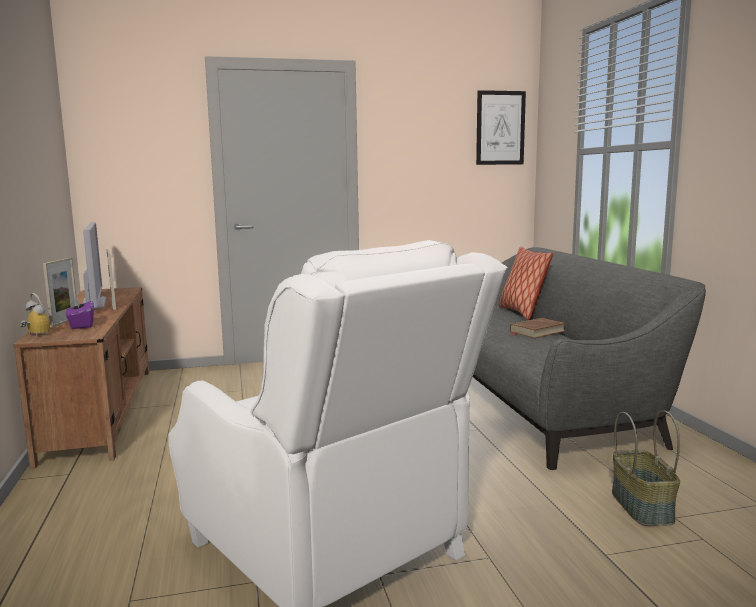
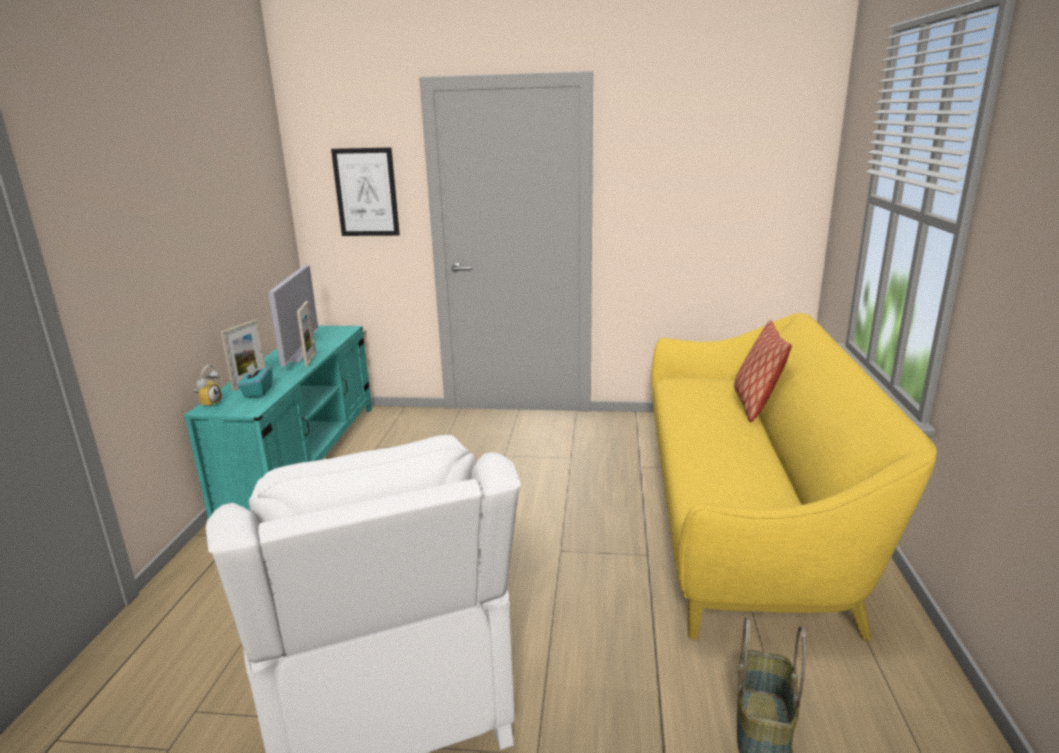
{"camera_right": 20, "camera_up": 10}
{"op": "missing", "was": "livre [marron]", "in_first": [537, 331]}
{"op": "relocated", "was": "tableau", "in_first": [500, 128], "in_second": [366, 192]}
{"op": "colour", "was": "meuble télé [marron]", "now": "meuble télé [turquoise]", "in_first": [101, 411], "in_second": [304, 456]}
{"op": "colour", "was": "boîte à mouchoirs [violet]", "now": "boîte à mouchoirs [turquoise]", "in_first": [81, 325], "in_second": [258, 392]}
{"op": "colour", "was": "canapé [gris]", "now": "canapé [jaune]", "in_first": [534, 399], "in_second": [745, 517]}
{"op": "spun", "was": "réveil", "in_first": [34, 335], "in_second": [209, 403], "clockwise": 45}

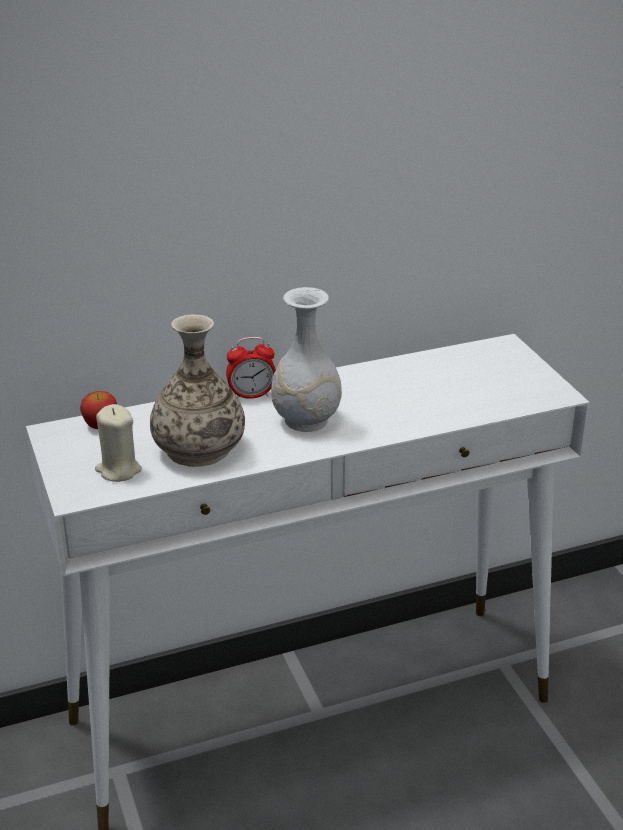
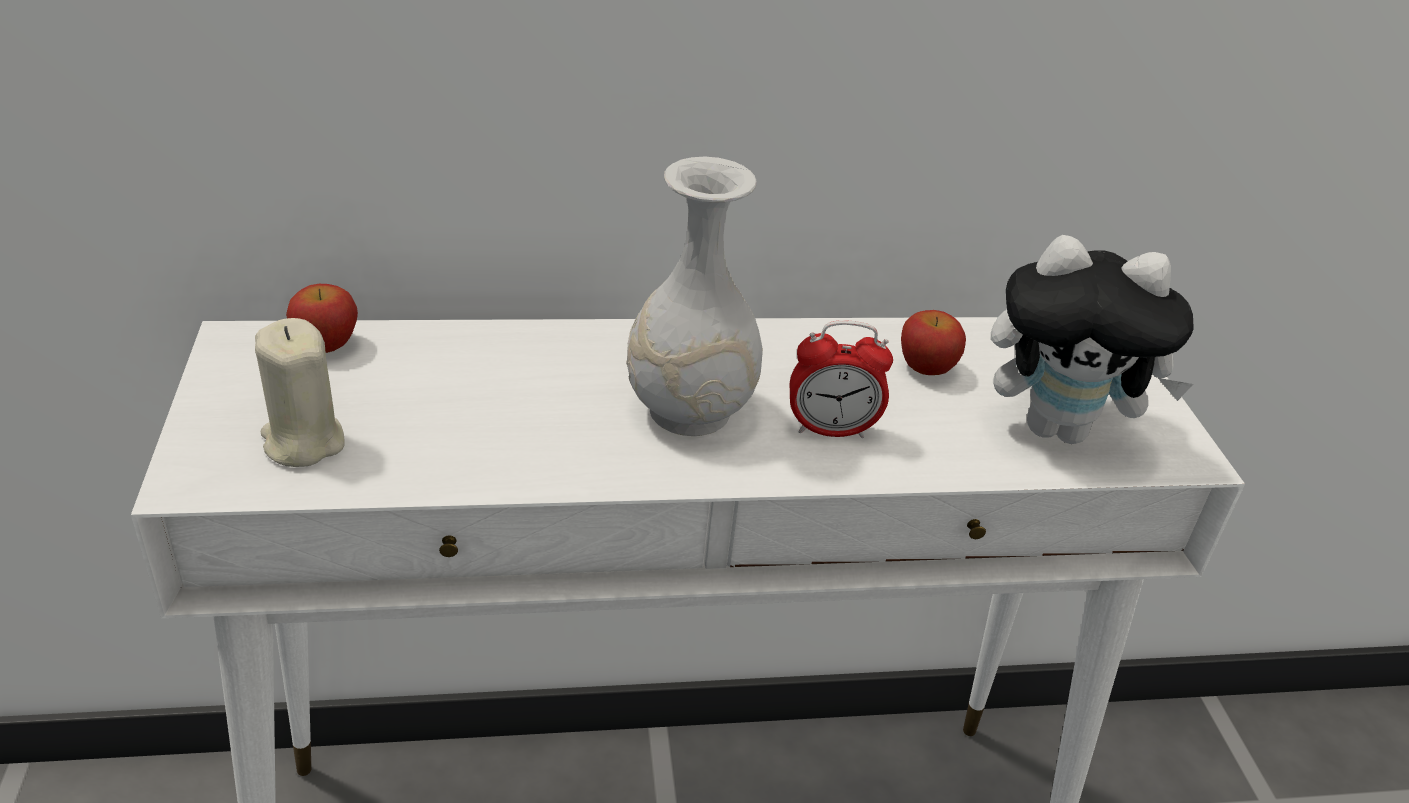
{"camera_right": 10, "camera_up": 5}
{"op": "missing", "was": "vase", "in_first": [199, 449]}
{"op": "appeared", "now": "pomme", "in_second": [926, 368]}
{"op": "appeared", "now": "peluche", "in_second": [1059, 428]}
{"op": "relocated", "was": "réveil", "in_first": [251, 395], "in_second": [831, 429]}

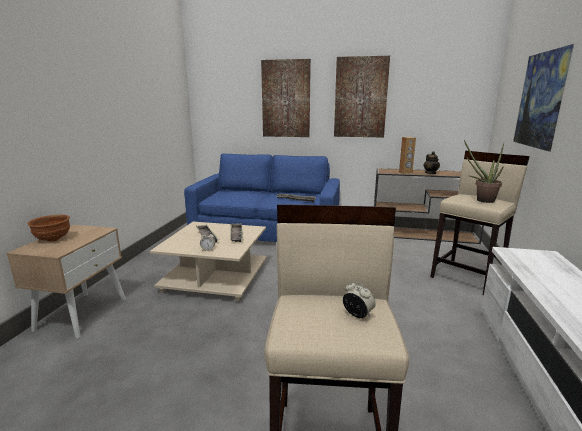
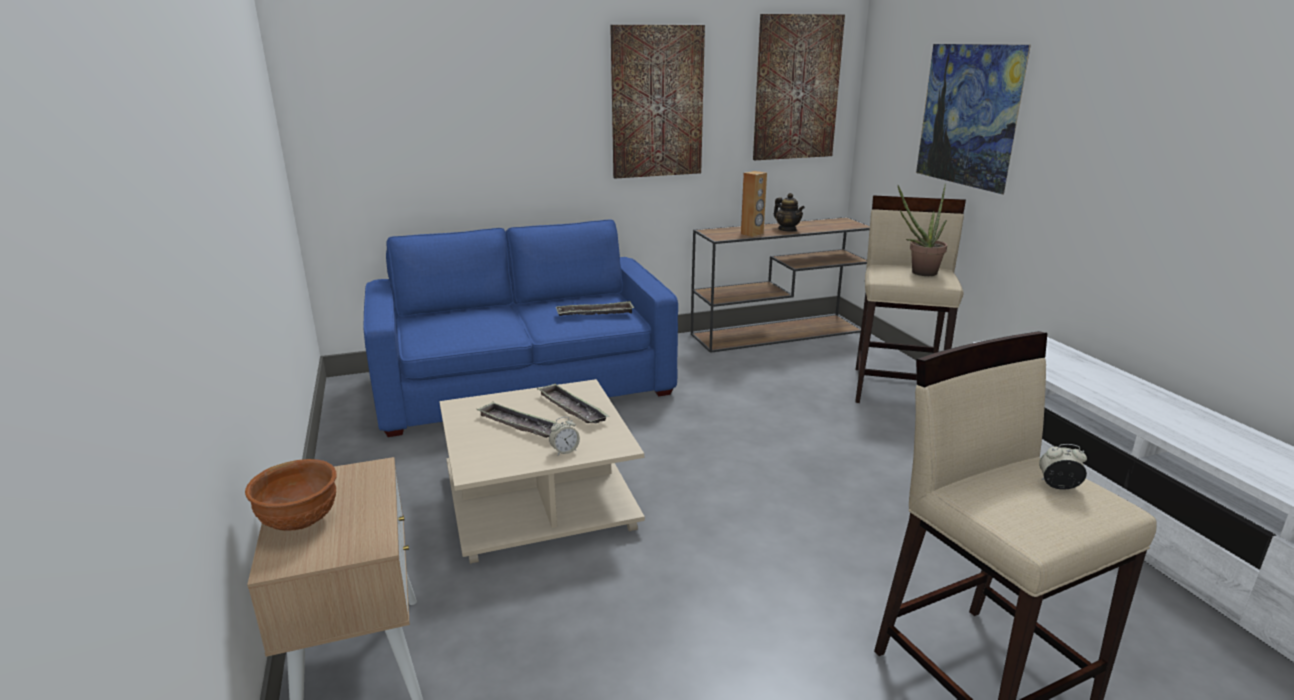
{"camera_right": -30, "camera_up": 5}
{"op": "relocated", "was": "tableau", "in_first": [286, 99], "in_second": [796, 88]}

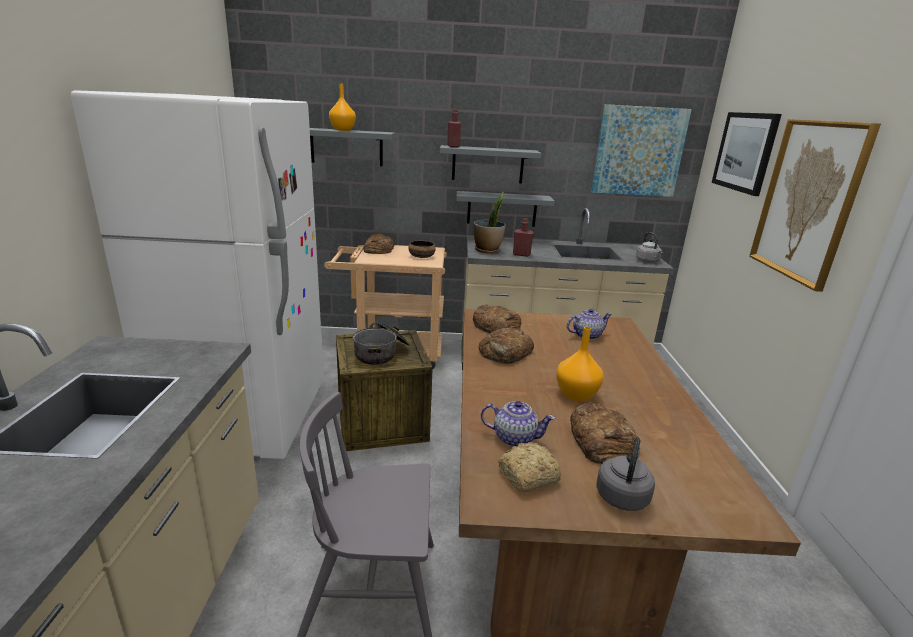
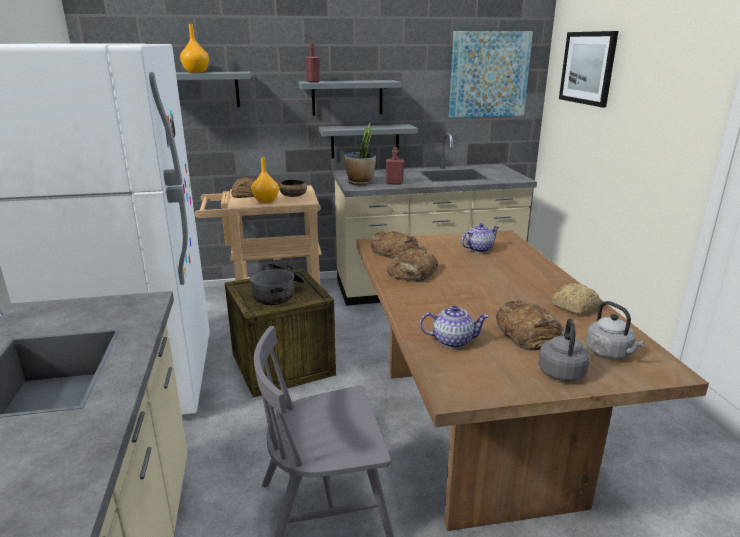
{"camera_right": -10, "camera_up": 0}
{"op": "missing", "was": "tableau", "in_first": [808, 201]}
{"op": "relocated", "was": "pain", "in_first": [526, 476], "in_second": [574, 307]}
{"op": "relocated", "was": "vase [orange]", "in_first": [575, 395], "in_second": [265, 201]}
{"op": "relocated", "was": "bouilloire [gris]", "in_first": [648, 261], "in_second": [610, 353]}

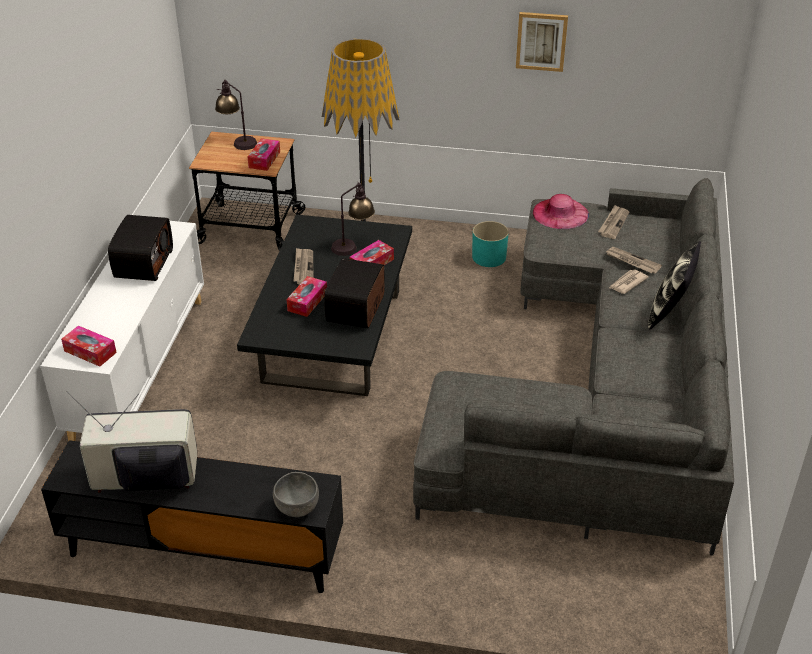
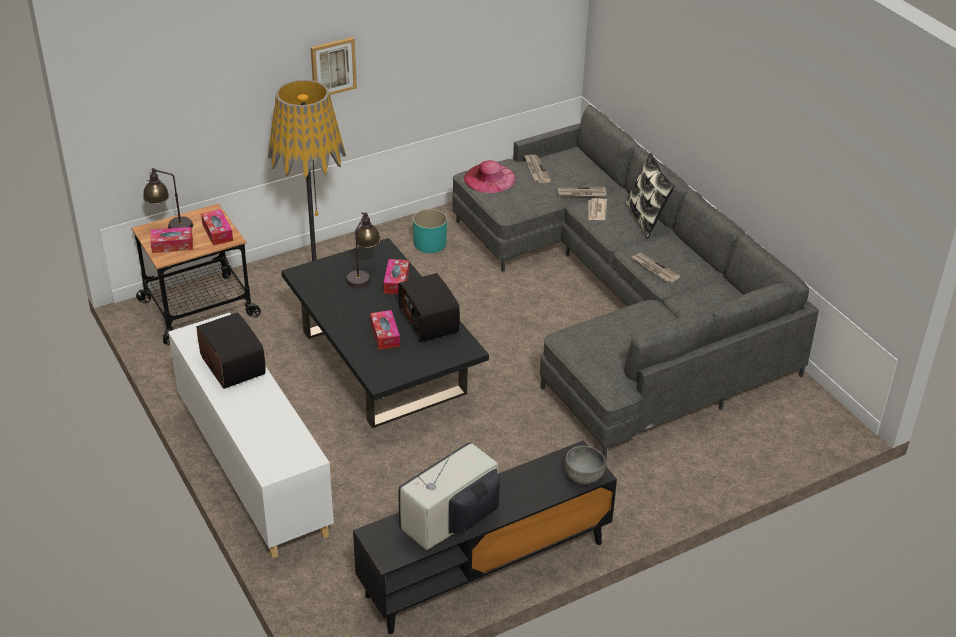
{"camera_right": -40, "camera_up": 0}
{"op": "relocated", "was": "boîte à mouchoirs", "in_first": [90, 352], "in_second": [172, 245]}
{"op": "relocated", "was": "journal", "in_first": [303, 267], "in_second": [654, 269]}
{"op": "relocated", "was": "tableau", "in_first": [541, 41], "in_second": [333, 67]}

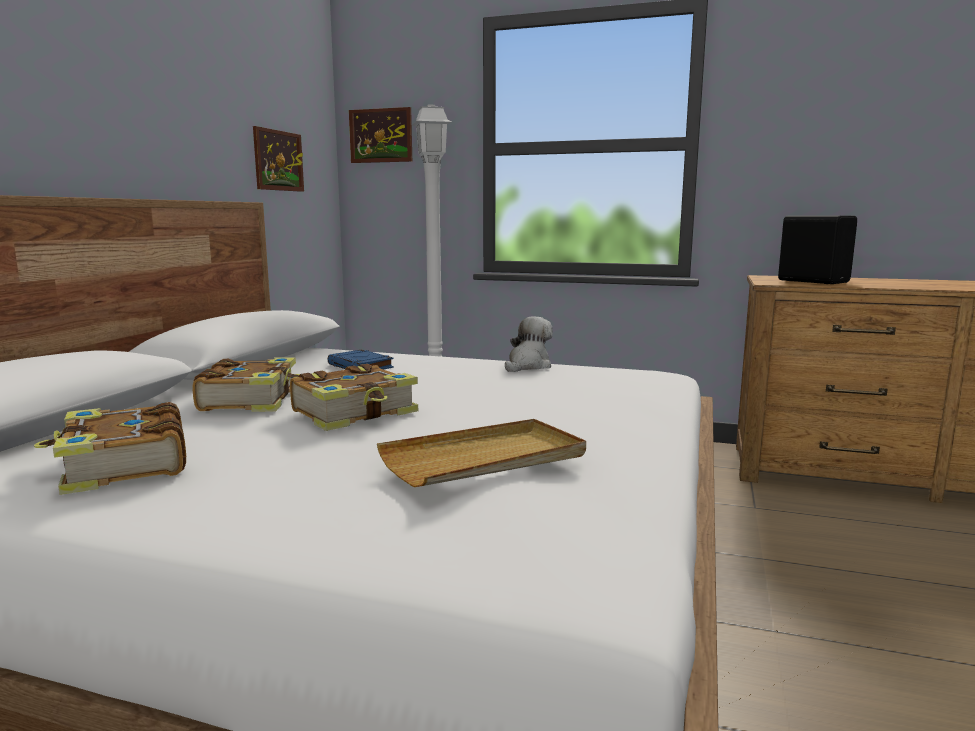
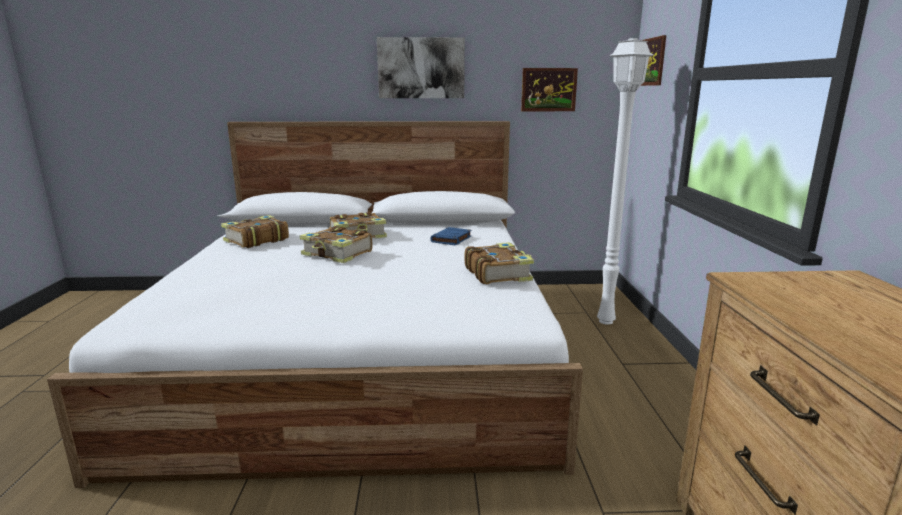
{"camera_right": 70, "camera_up": 5}
{"op": "missing", "was": "plateau [beige]", "in_first": [485, 459]}
{"op": "missing", "was": "enceinte [noir]", "in_first": [813, 281]}
{"op": "appeared", "now": "tableau", "in_second": [421, 68]}
{"op": "exchanged", "was": "peluche", "now": "livre", "in_first": [528, 366], "in_second": [498, 273]}

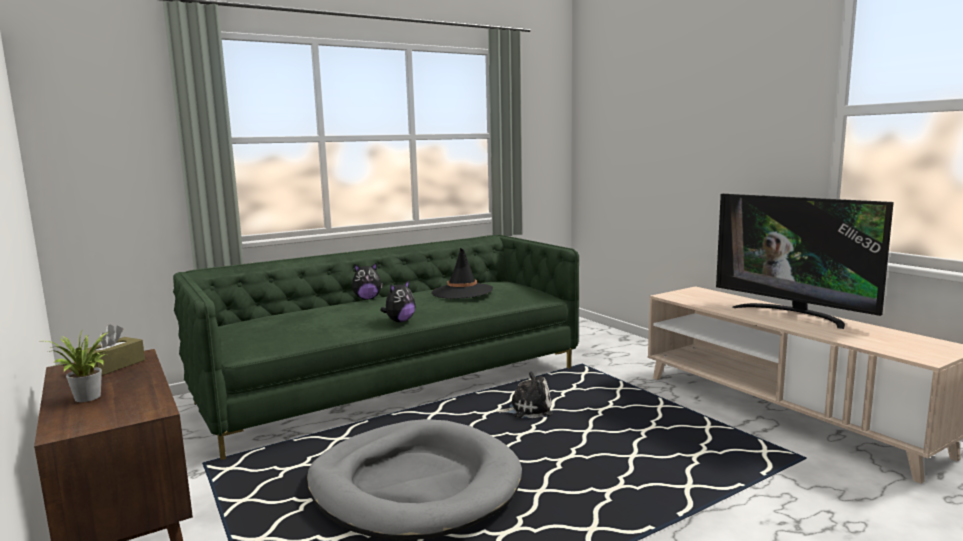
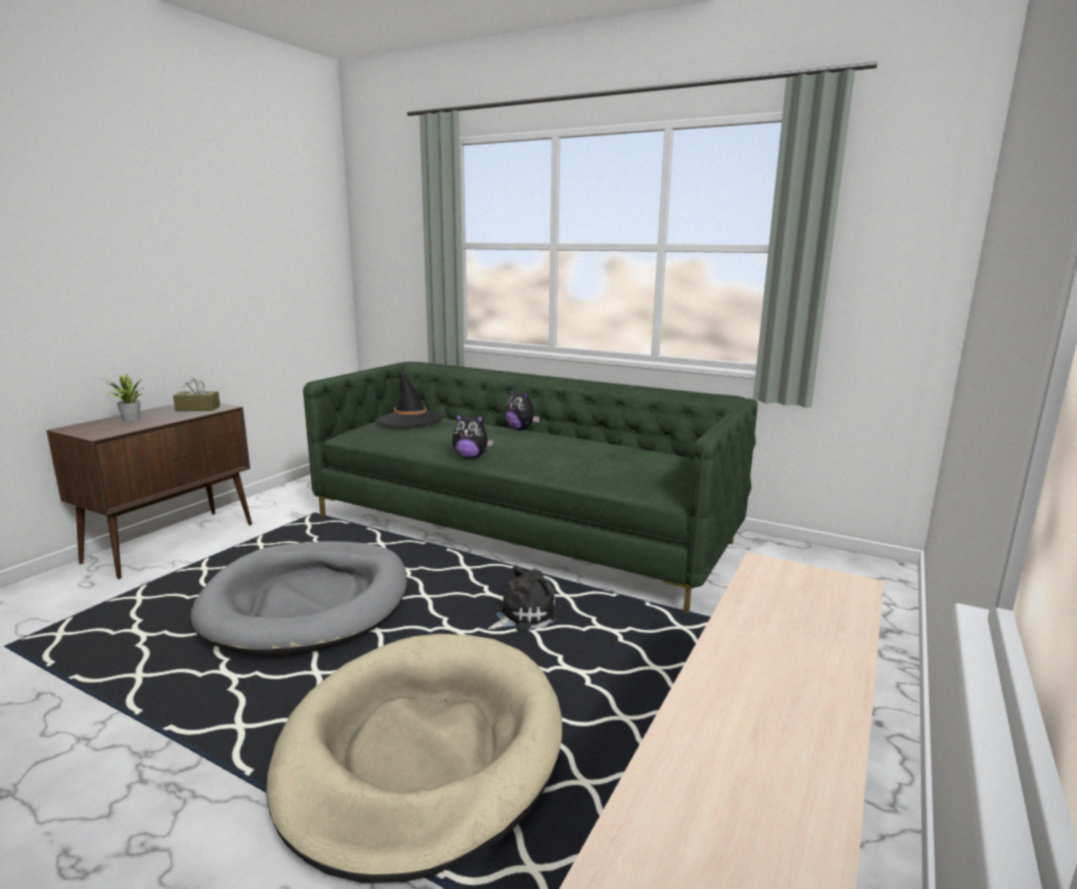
{"camera_right": 60, "camera_up": 5}
{"op": "missing", "was": "téléviseur", "in_first": [793, 314]}
{"op": "appeared", "now": "panier pour chien [beige]", "in_second": [422, 751]}
{"op": "relocated", "was": "chapeau [noir]", "in_first": [462, 292], "in_second": [410, 419]}
{"op": "spun", "was": "peluche", "in_first": [527, 409], "in_second": [522, 616], "clockwise": -90}

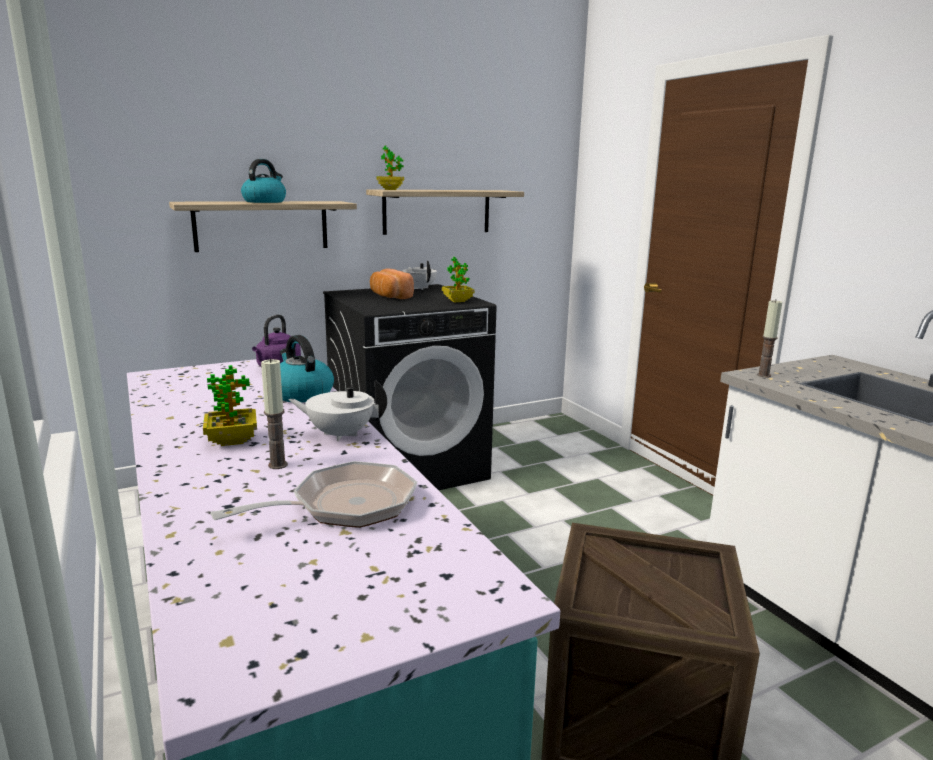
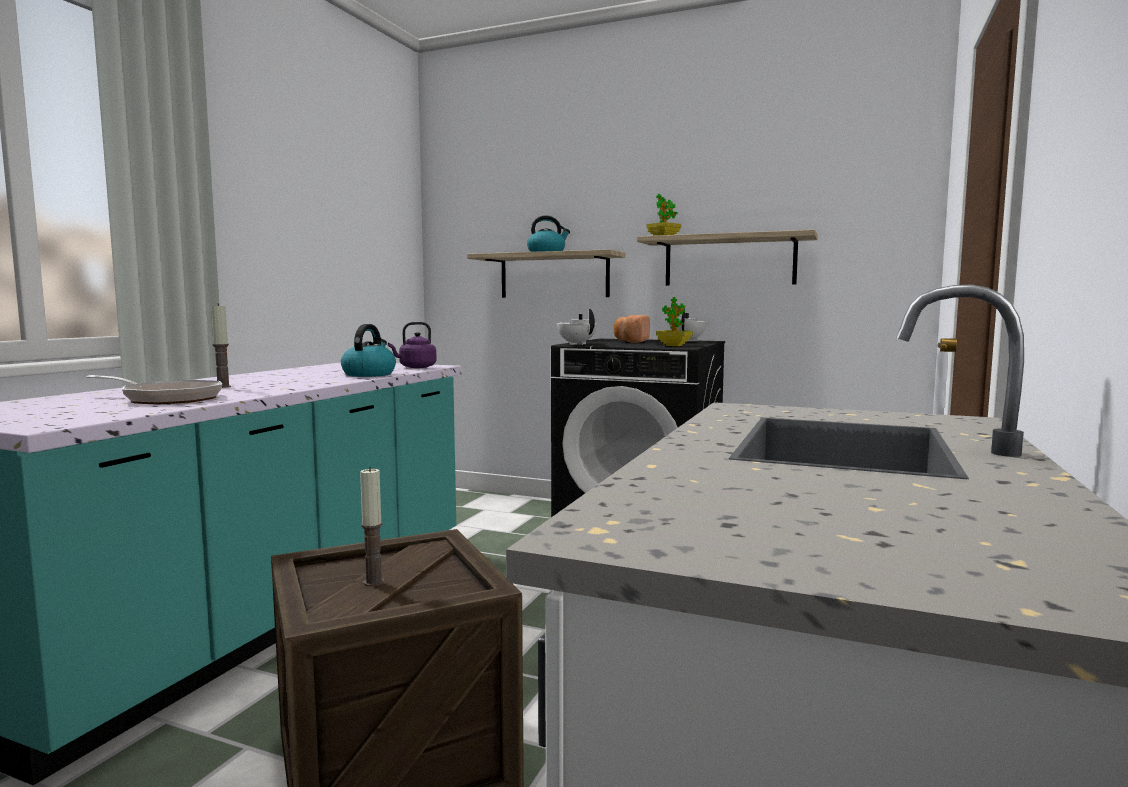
{"camera_right": 50, "camera_up": -10}
{"op": "missing", "was": "plante en pot", "in_first": [232, 441]}
{"op": "relocated", "was": "théière [blanc]", "in_first": [340, 434], "in_second": [576, 344]}
{"op": "relocated", "was": "bougie", "in_first": [763, 375], "in_second": [373, 582]}

